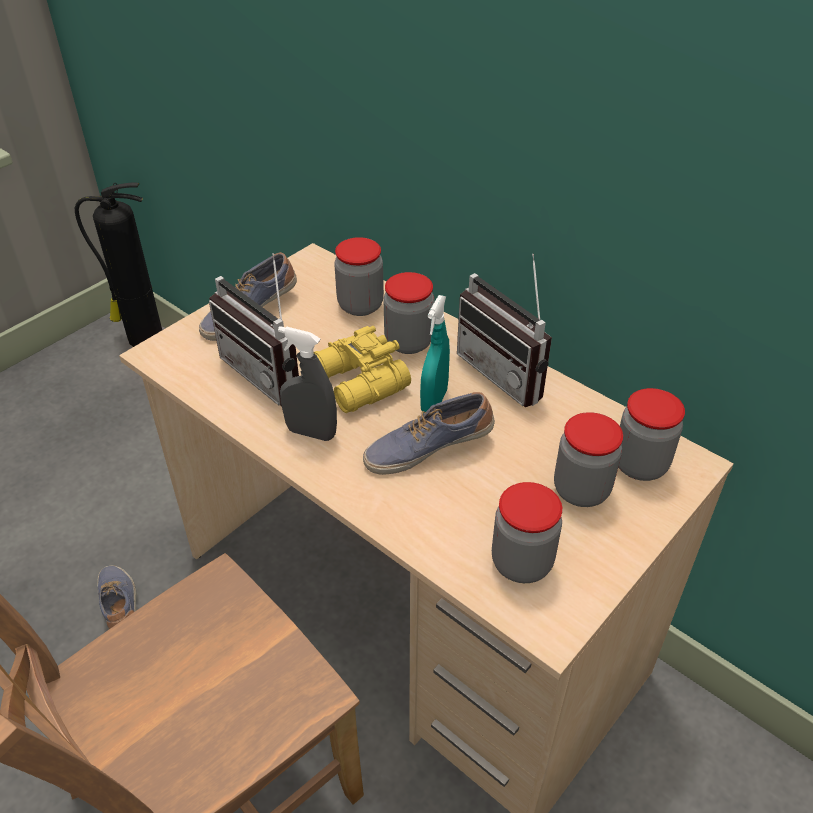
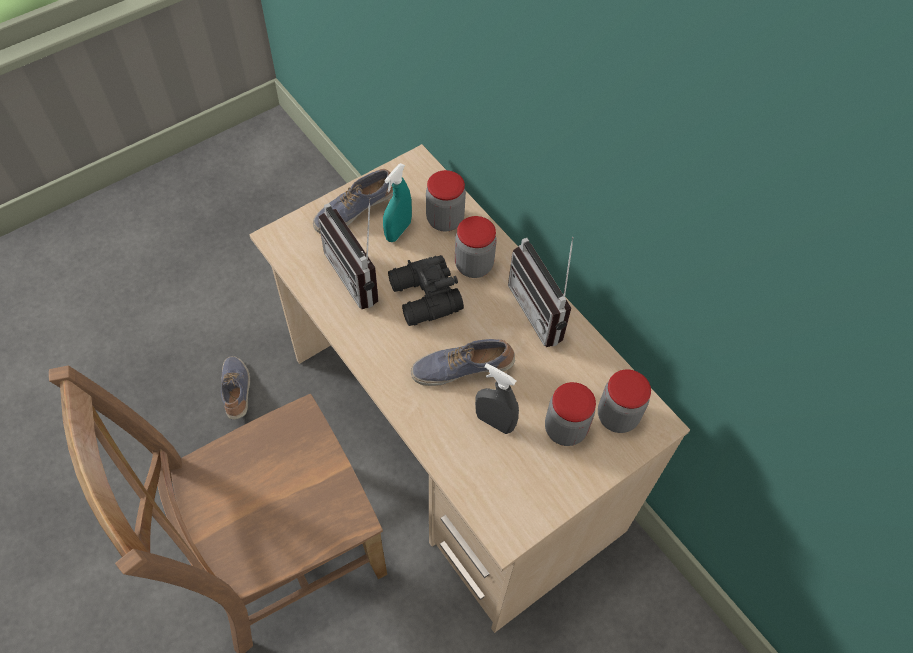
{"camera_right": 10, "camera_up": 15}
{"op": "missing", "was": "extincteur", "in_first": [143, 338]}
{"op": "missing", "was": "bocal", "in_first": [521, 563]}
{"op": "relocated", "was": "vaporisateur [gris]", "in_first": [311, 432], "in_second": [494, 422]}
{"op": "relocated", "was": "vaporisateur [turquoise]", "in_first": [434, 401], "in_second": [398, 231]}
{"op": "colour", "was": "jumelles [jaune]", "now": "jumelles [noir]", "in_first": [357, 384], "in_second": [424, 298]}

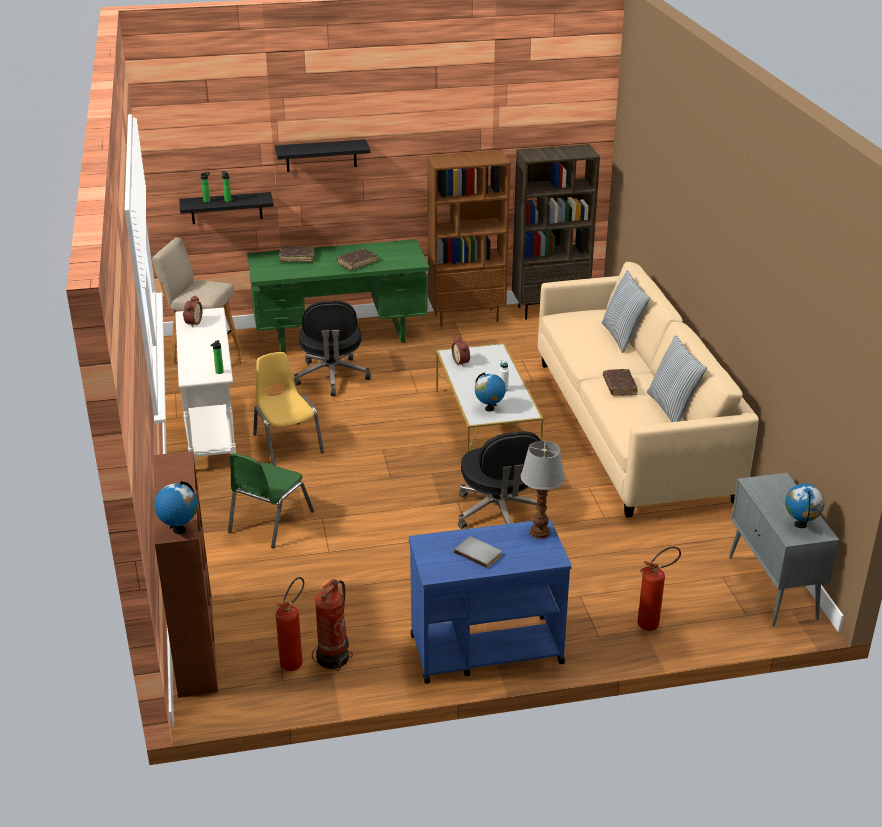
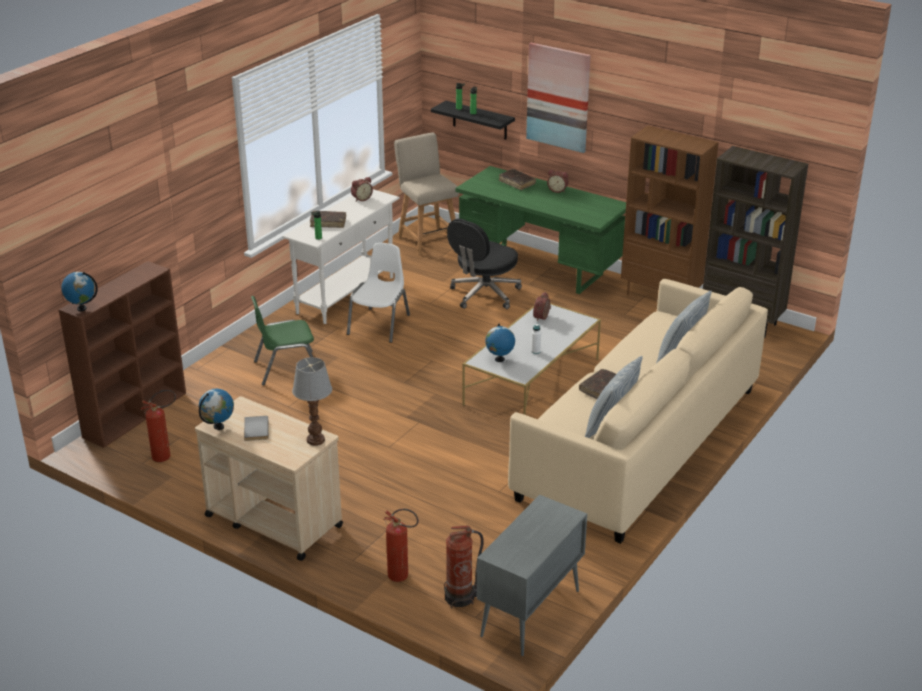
{"camera_right": 45, "camera_up": 0}
{"op": "missing", "was": "chaise de bureau [noir]", "in_first": [498, 513]}
{"op": "appeared", "now": "réveil", "in_second": [557, 190]}
{"op": "relocated", "was": "extincteur", "in_first": [334, 657], "in_second": [461, 597]}
{"op": "relocated", "was": "livre [marron]", "in_first": [357, 263], "in_second": [328, 223]}
{"op": "relocated", "was": "globe", "in_first": [800, 525], "in_second": [218, 427]}
{"op": "exchanged", "was": "étagère [noir]", "now": "tableau", "in_first": [321, 155], "in_second": [558, 97]}
{"op": "colour", "was": "chaise [jaune]", "now": "chaise [blanc]", "in_first": [287, 443], "in_second": [380, 325]}
{"op": "colour", "was": "chariot [bleu]", "now": "chariot [beige]", "in_first": [485, 649], "in_second": [273, 520]}

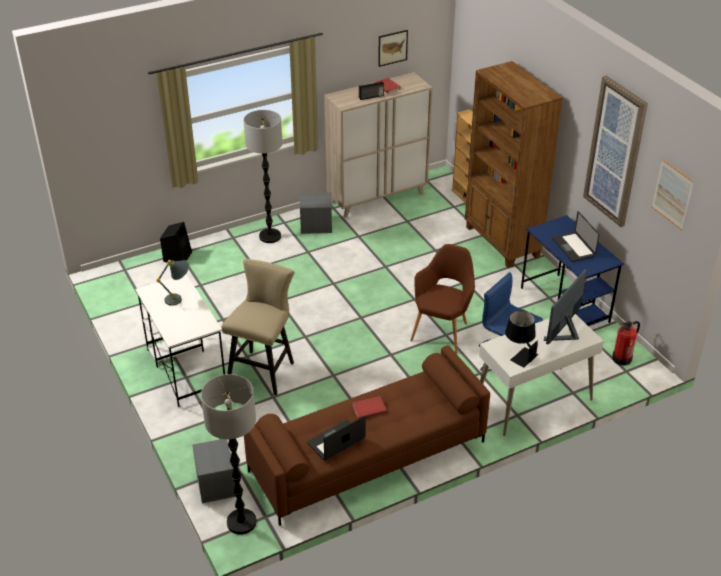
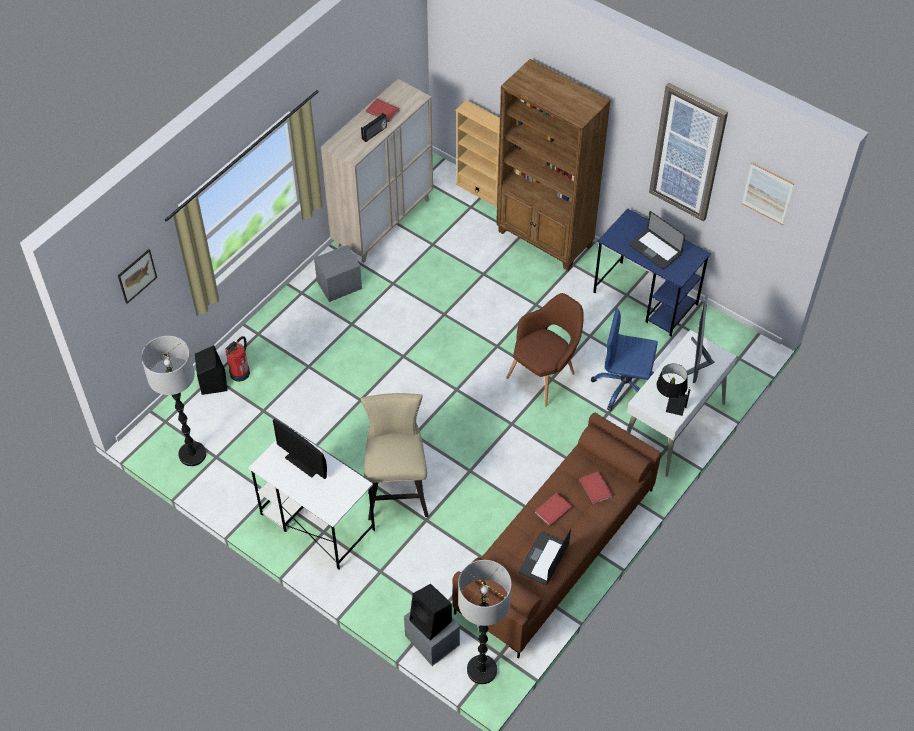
{"camera_right": -25, "camera_up": 15}
{"op": "appeared", "now": "enceinte [noir]", "in_second": [431, 621]}
{"op": "appeared", "now": "livre [rouge]", "in_second": [596, 488]}
{"op": "relocated", "was": "lampadaire", "in_first": [270, 236], "in_second": [192, 454]}
{"op": "relocated", "was": "tableau", "in_first": [392, 48], "in_second": [137, 276]}
{"op": "relocated", "was": "extincteur", "in_first": [622, 358], "in_second": [240, 373]}
{"op": "exchanged", "was": "lampe de table [gris]", "now": "écran d'ordinateur", "in_first": [179, 298], "in_second": [303, 462]}
{"op": "spun", "was": "fauteuil [marron]", "in_first": [442, 330], "in_second": [545, 374], "clockwise": 45}

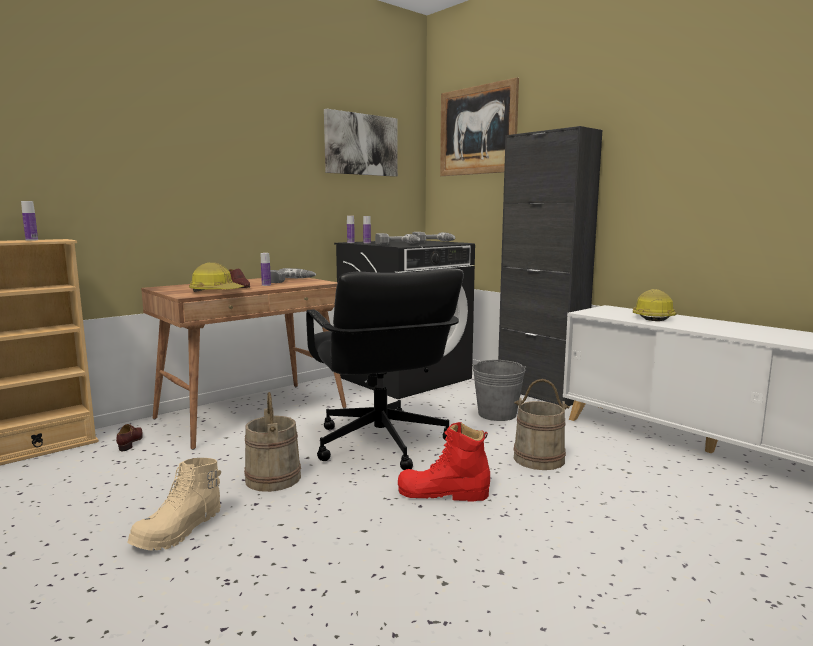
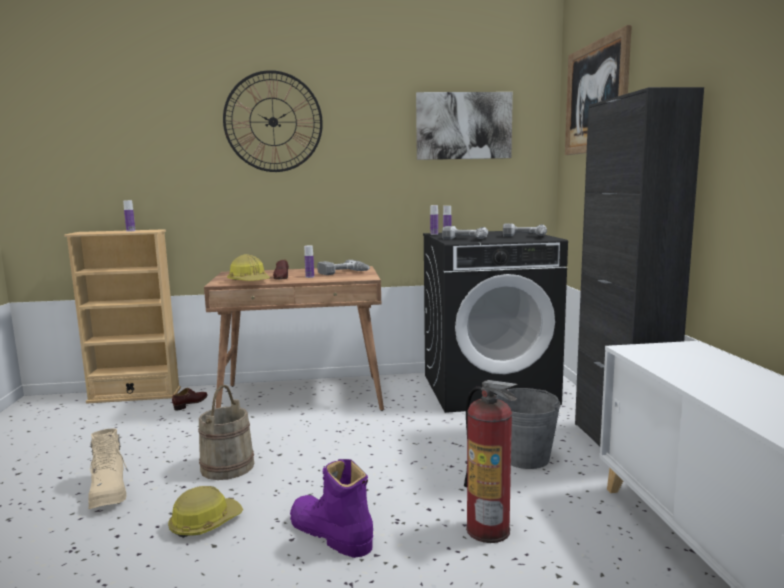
{"camera_right": 35, "camera_up": 0}
{"op": "missing", "was": "chaise de bureau [noir]", "in_first": [380, 444]}
{"op": "appeared", "now": "horloge murale", "in_second": [273, 122]}
{"op": "relocated", "was": "casque de chantier", "in_first": [652, 317], "in_second": [205, 523]}
{"op": "exchanged", "was": "seau [beige]", "now": "extincteur", "in_first": [539, 458], "in_second": [488, 529]}
{"op": "colour", "was": "botte [rouge]", "now": "botte [violet]", "in_first": [443, 493], "in_second": [330, 533]}
{"op": "spun", "was": "botte [beige]", "in_first": [179, 531], "in_second": [109, 492], "clockwise": -90}

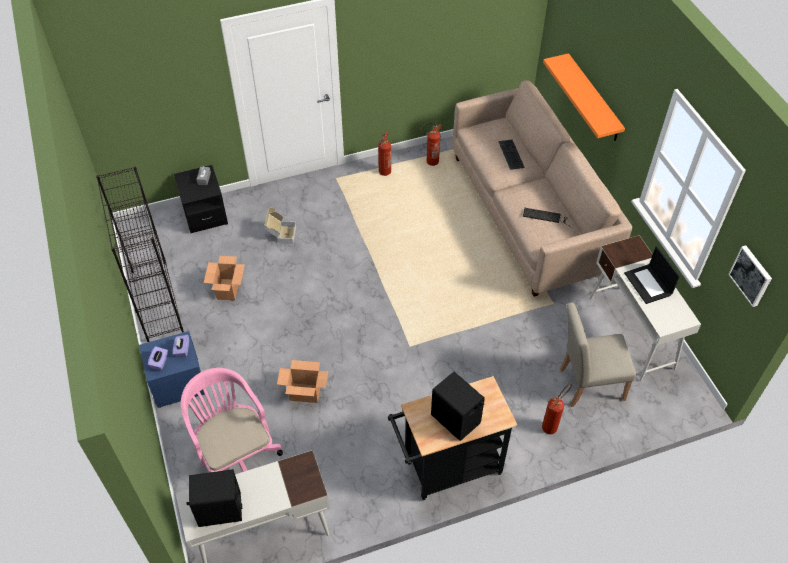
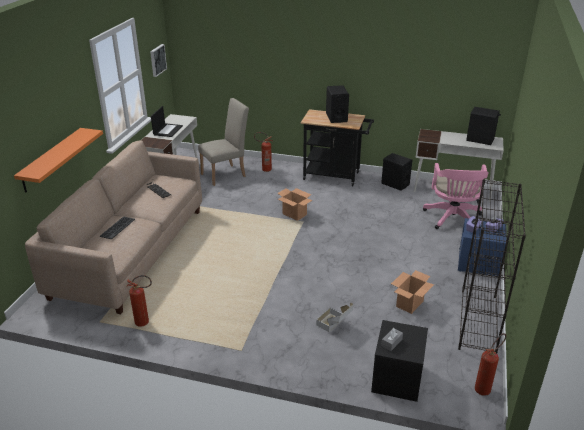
{"camera_right": -145, "camera_up": -20}
{"op": "appeared", "now": "enceinte [noir]", "in_second": [395, 184]}
{"op": "relocated", "was": "carton", "in_first": [304, 393], "in_second": [294, 214]}
{"op": "relocated", "was": "extincteur", "in_first": [383, 174], "in_second": [485, 388]}
{"op": "spun", "was": "chaise [beige]", "in_first": [586, 384], "in_second": [226, 174], "clockwise": -60}

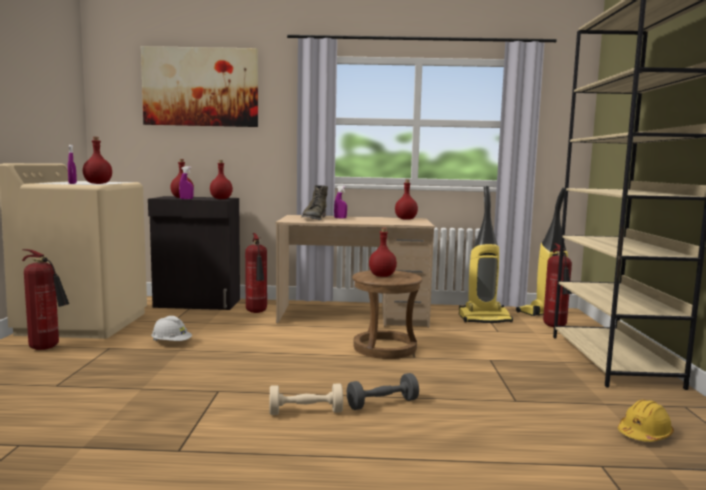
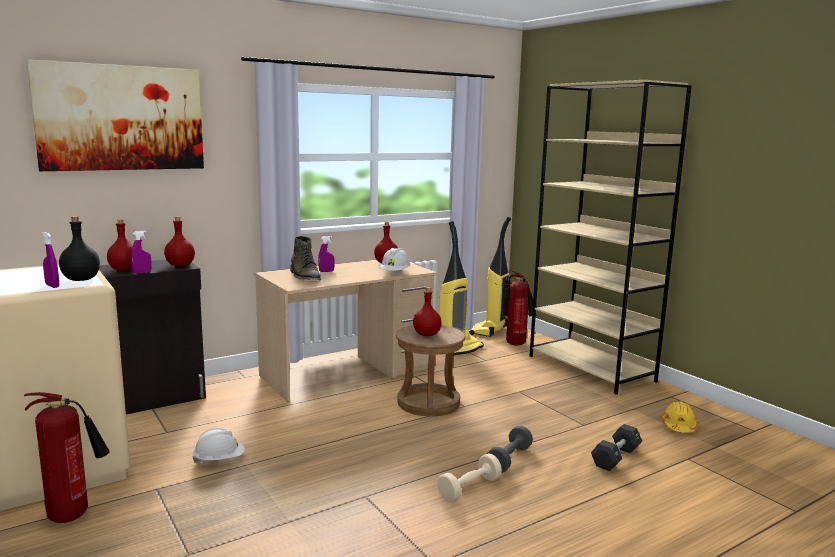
{"camera_right": -35, "camera_up": 5}
{"op": "missing", "was": "extincteur", "in_first": [257, 312]}
{"op": "appeared", "now": "casque de chantier [blanc]", "in_second": [395, 273]}
{"op": "appeared", "now": "haltère [noir]", "in_second": [615, 457]}
{"op": "colour", "was": "bouteille [rouge]", "now": "bouteille [noir]", "in_first": [97, 183], "in_second": [80, 279]}

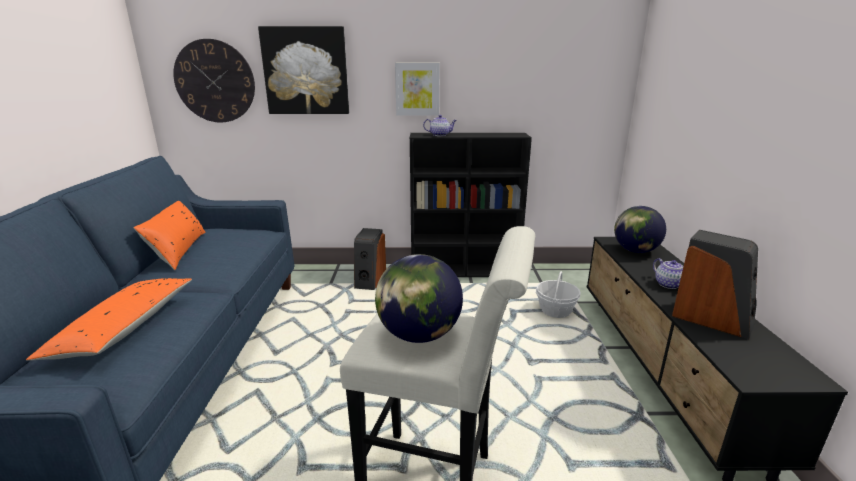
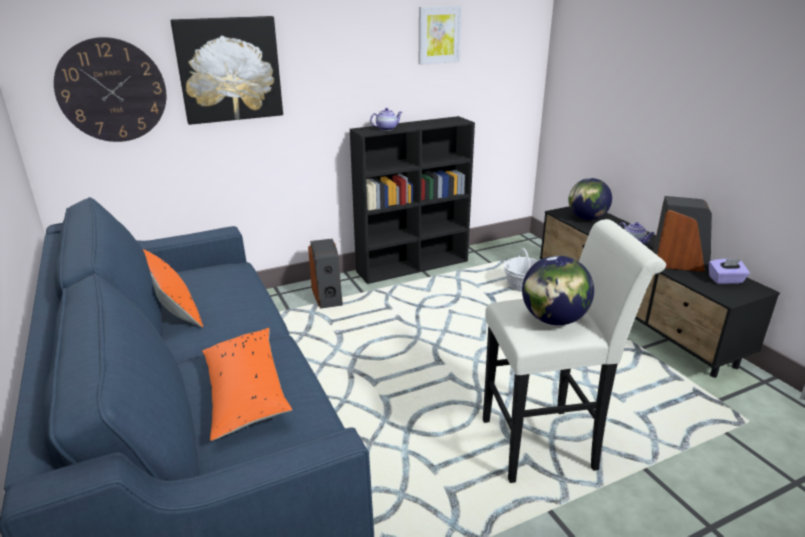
{"camera_right": -25, "camera_up": 5}
{"op": "appeared", "now": "boîte à mouchoirs [violet]", "in_second": [725, 280]}
{"op": "relocated", "was": "tableau", "in_first": [417, 89], "in_second": [439, 35]}

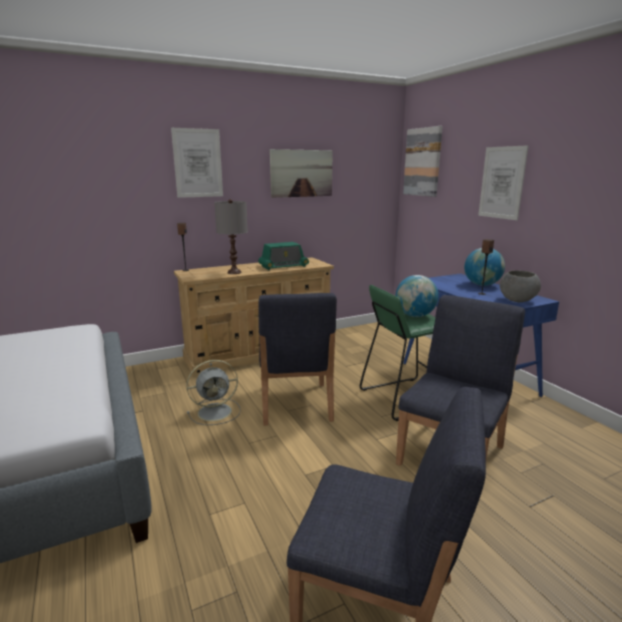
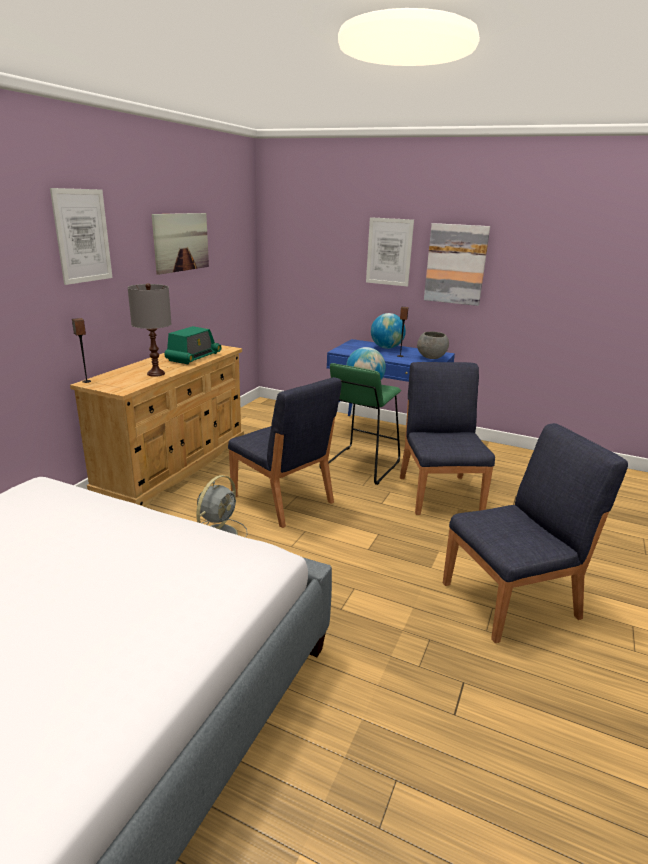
{"camera_right": -40, "camera_up": 5}
{"op": "relocated", "was": "tableau", "in_first": [423, 162], "in_second": [456, 264]}

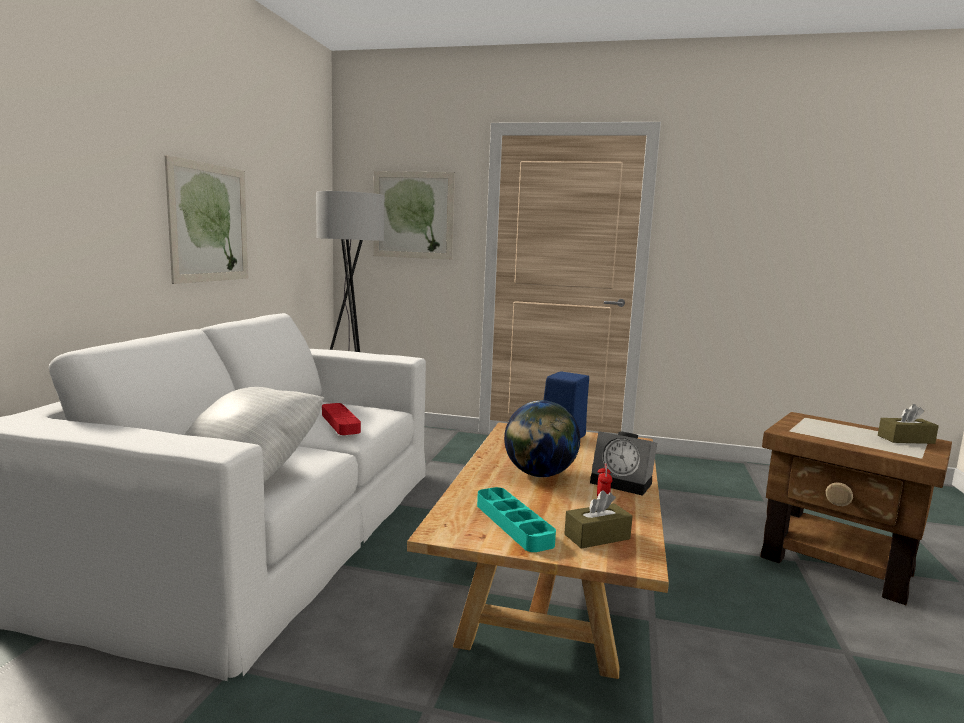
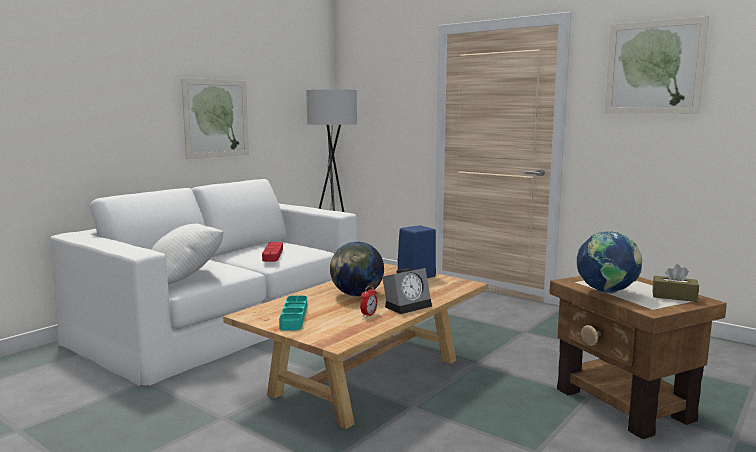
{"camera_right": 25, "camera_up": 0}
{"op": "missing", "was": "boîte à mouchoirs [marron]", "in_first": [597, 537]}
{"op": "appeared", "now": "globe", "in_second": [606, 293]}
{"op": "relocated", "was": "tableau", "in_first": [413, 215], "in_second": [654, 67]}
{"op": "spun", "was": "réveil", "in_first": [623, 483], "in_second": [408, 305], "clockwise": -90}

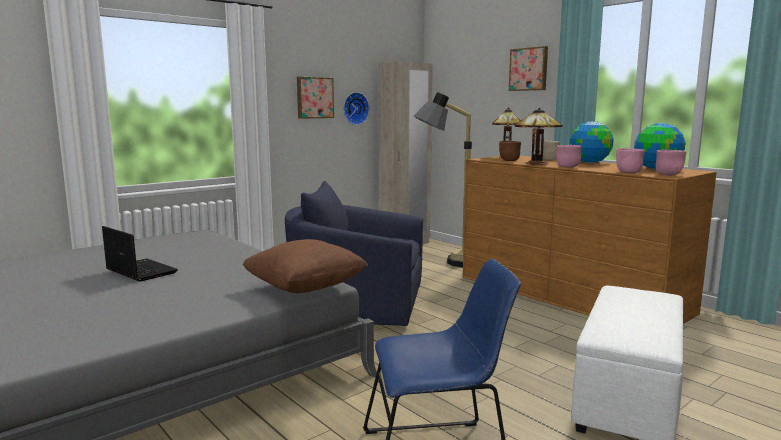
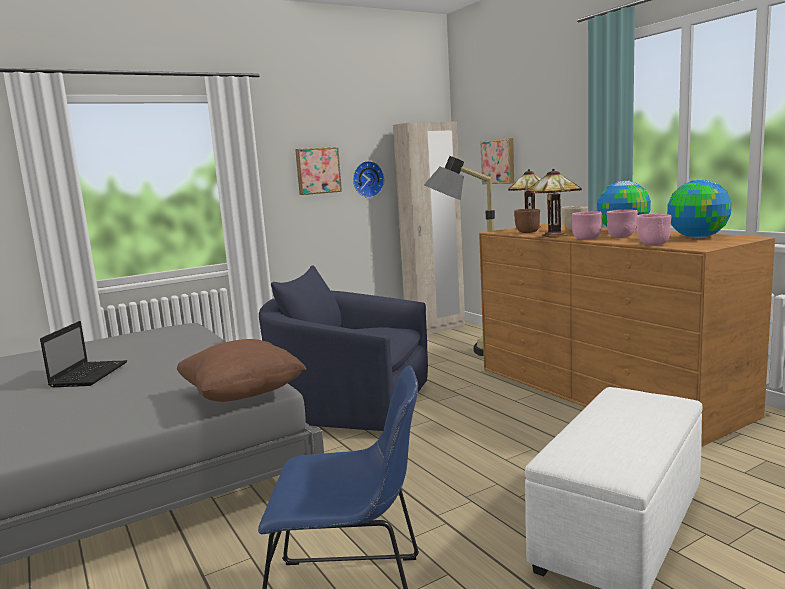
{"camera_right": 10, "camera_up": 0}
{"op": "relocated", "was": "tableau", "in_first": [529, 69], "in_second": [499, 161]}
{"op": "relocated", "was": "bol [rose]", "in_first": [669, 174], "in_second": [621, 237]}
{"op": "spun", "was": "ordinateur portable", "in_first": [140, 271], "in_second": [90, 374], "clockwise": 45}

